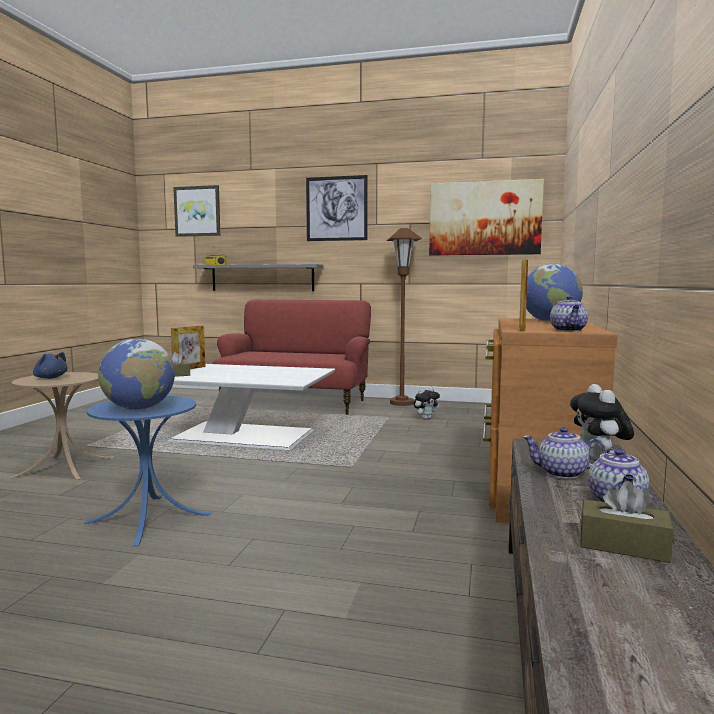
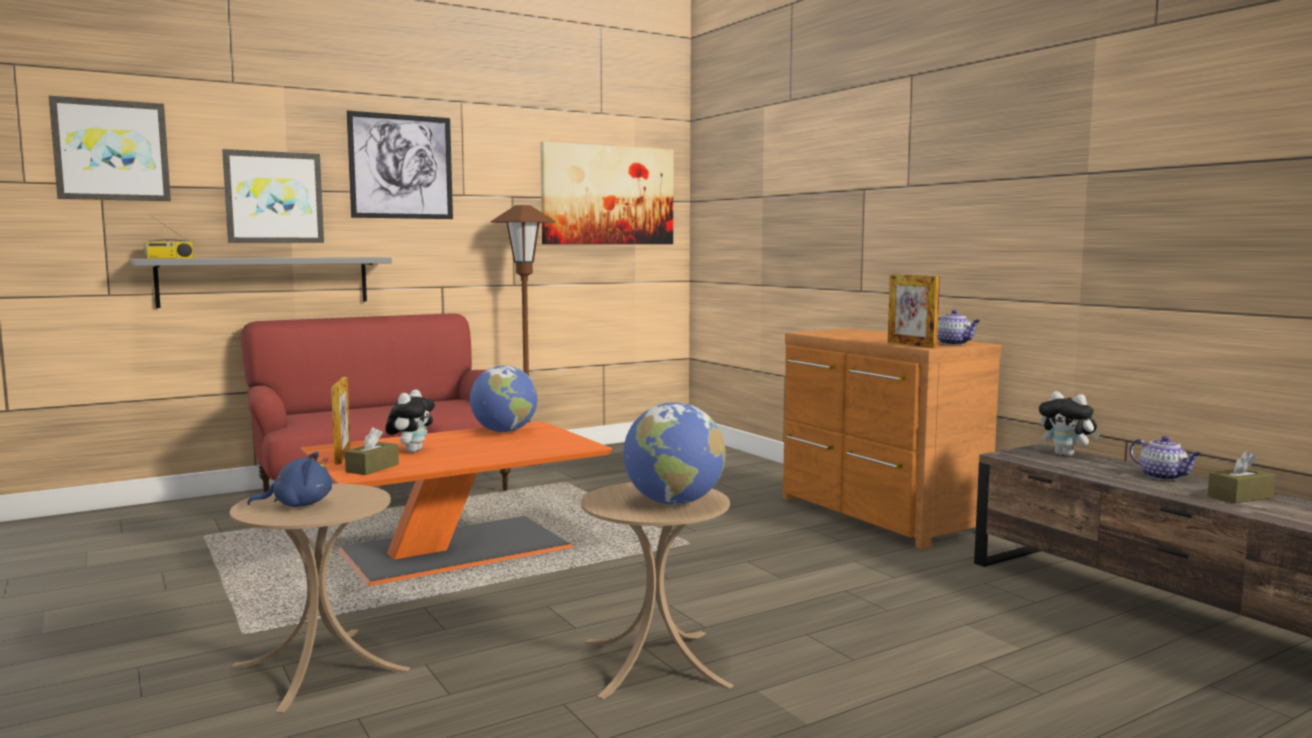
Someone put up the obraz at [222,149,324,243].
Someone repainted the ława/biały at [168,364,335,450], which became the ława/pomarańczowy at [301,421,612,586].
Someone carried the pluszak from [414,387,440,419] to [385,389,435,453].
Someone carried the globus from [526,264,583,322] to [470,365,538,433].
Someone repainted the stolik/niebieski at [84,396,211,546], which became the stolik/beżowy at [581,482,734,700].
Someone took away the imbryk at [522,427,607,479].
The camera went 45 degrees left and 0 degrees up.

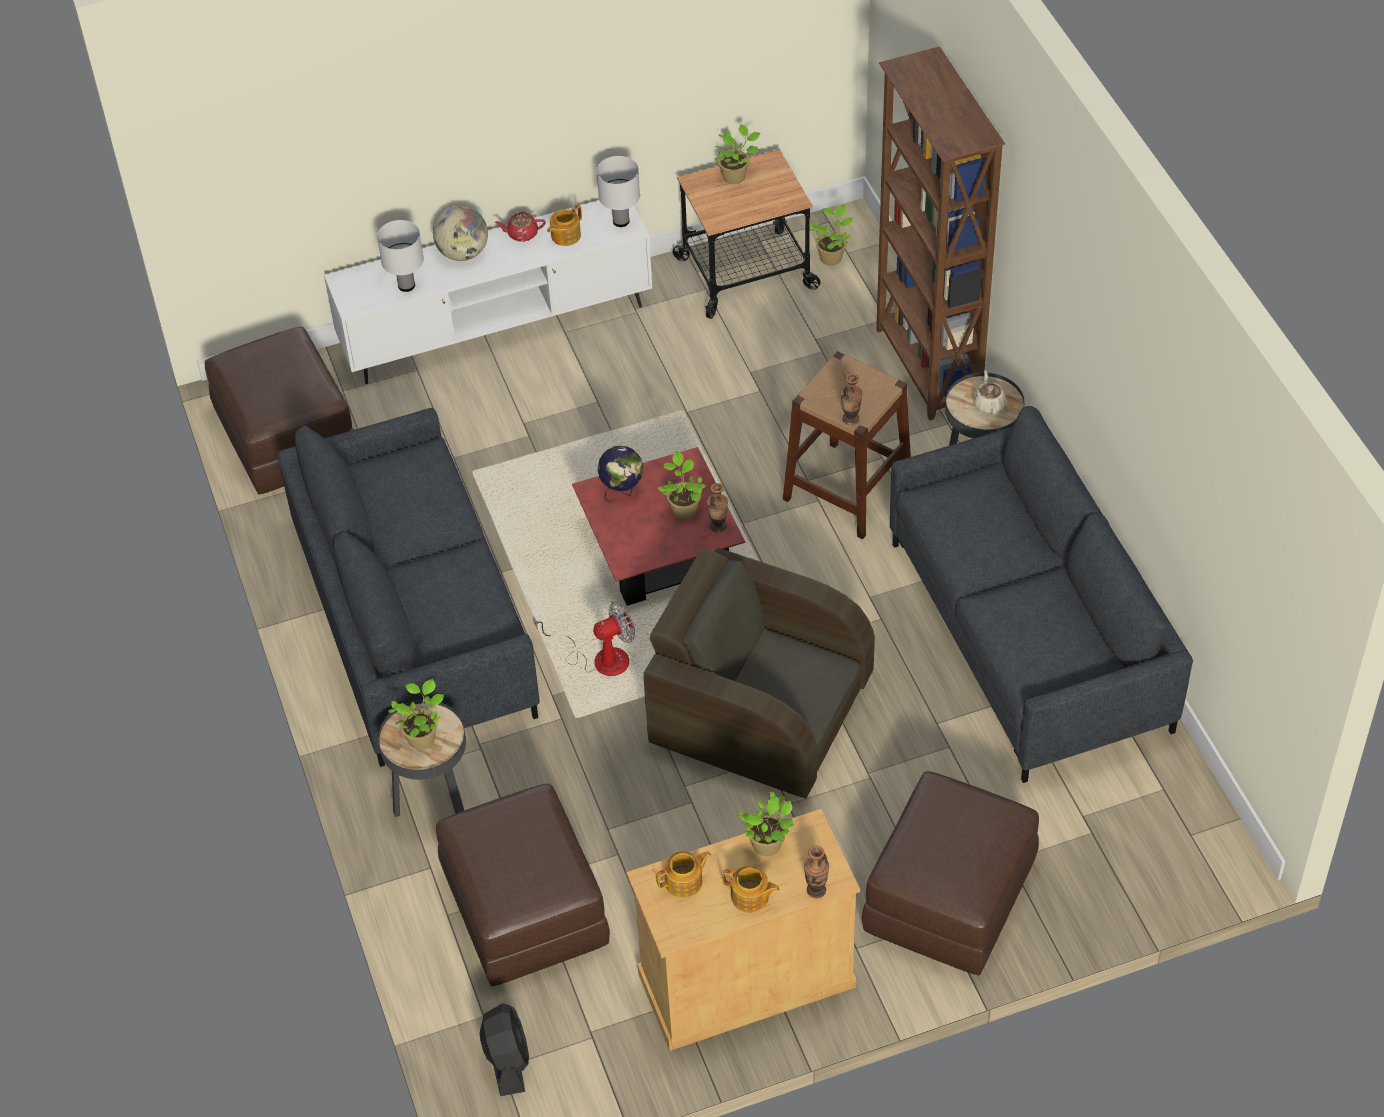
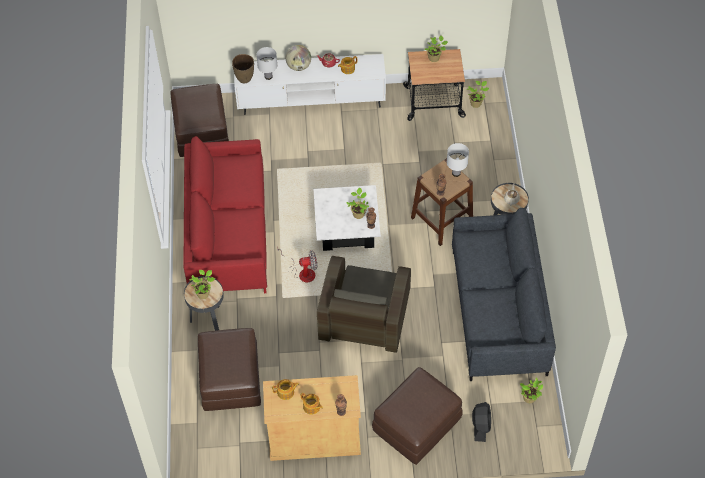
Someone repainted the kanapa/szary at [277,408,540,767], which became the kanapa/czerwony at [183,136,267,293].
Someone put down the wazon/brązowy at [232,54,254,83].
Someone repainted the ława/czerwony at [572,447,745,606], which became the ława/biały at [313,185,381,251].
Someone rotated the fotel/brązowy at [644,548,875,799] by 120 degrees counterclockwise.
Someone carried the lampa stołowa/biały from [597,156,640,227] to [447,143,469,177].
Someone carried the wentylator/czarny from [479,1003,529,1096] to [472,402,491,442].
Someone carried the roślina doniczkowa from [737,792,794,856] to [520,378,543,403].
Someone took away the globus at [598,446,643,503].
Someone took away the regał/brązowy at [876,46,1005,421].
The camera went 15 degrees right and 5 degrees up.

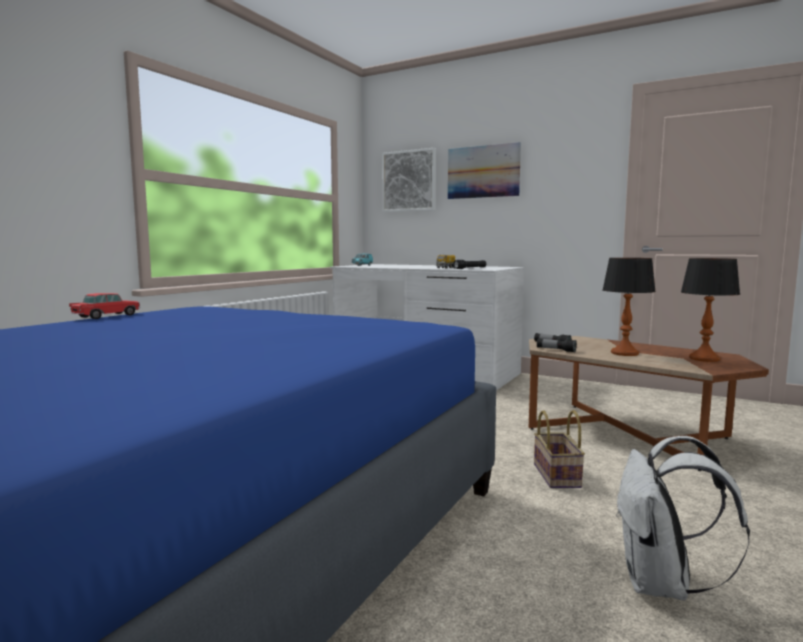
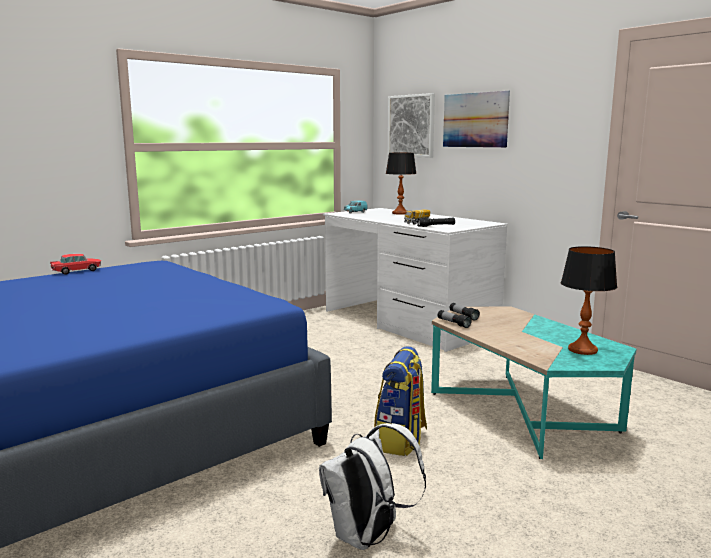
Someone swapped the koszyk at [534,410,585,488] for the plecak at [374,346,427,456].
Someone carried the lampa stołowa from [602,258,656,356] to [386,153,417,215].
Someone repainted the ława/brązowy at [529,336,769,471], which became the ława/turkusowy at [431,307,637,459].
The camera went 20 degrees right and 5 degrees up.

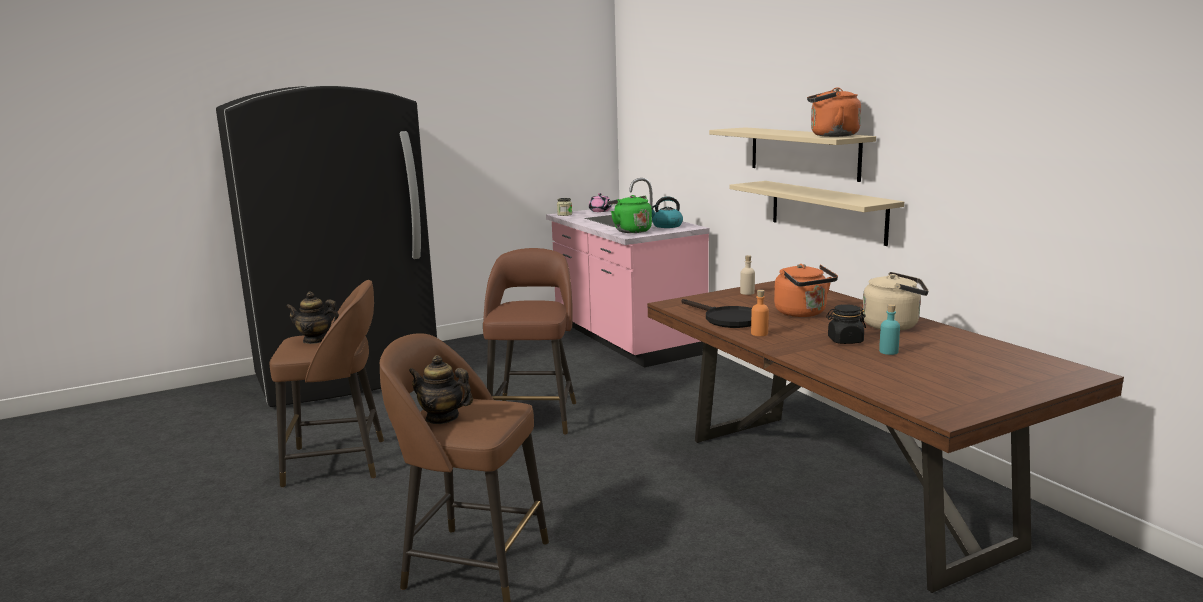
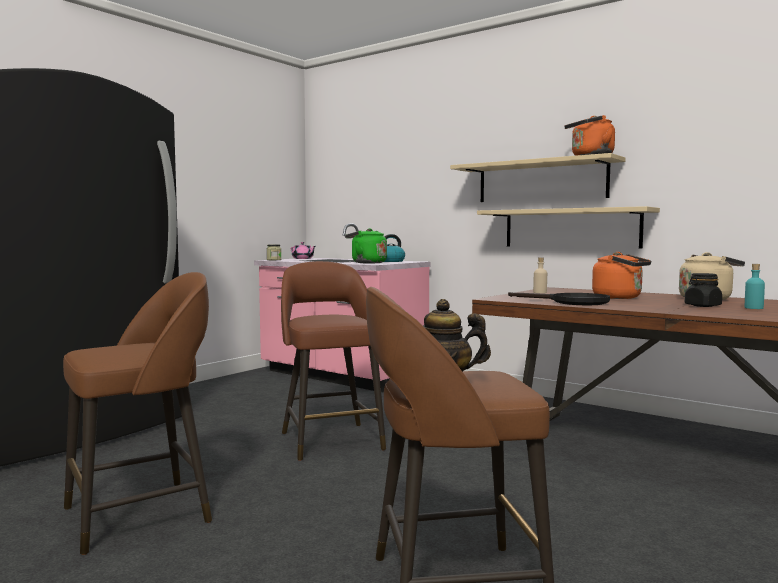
Someone took away the imbryk at [286,292,339,344].
Someone took away the butelka/pomarańczowy at [751,290,769,336].
The camera went 25 degrees left and 10 degrees down.

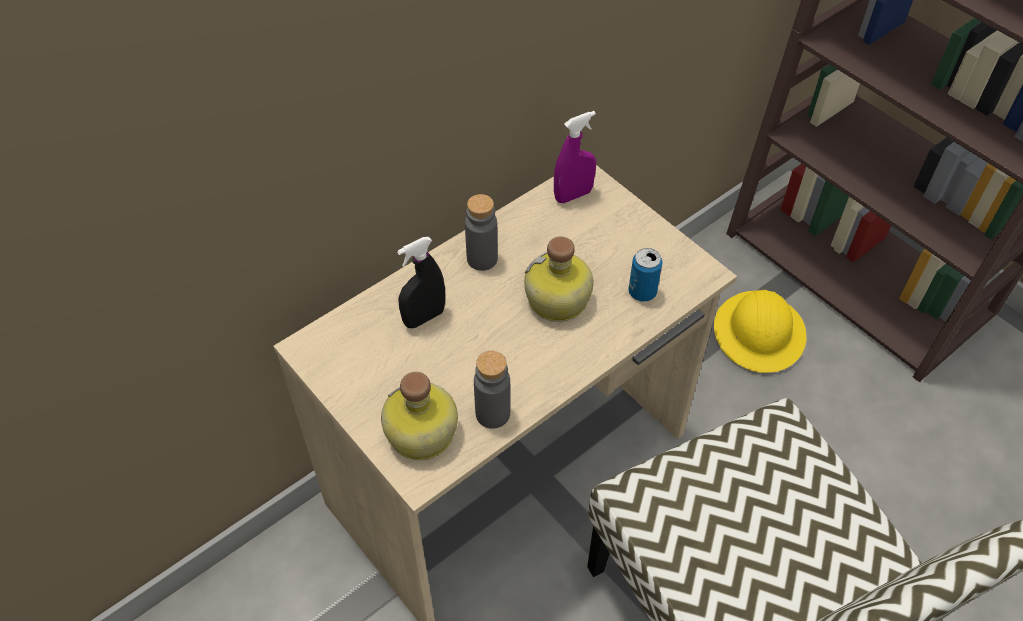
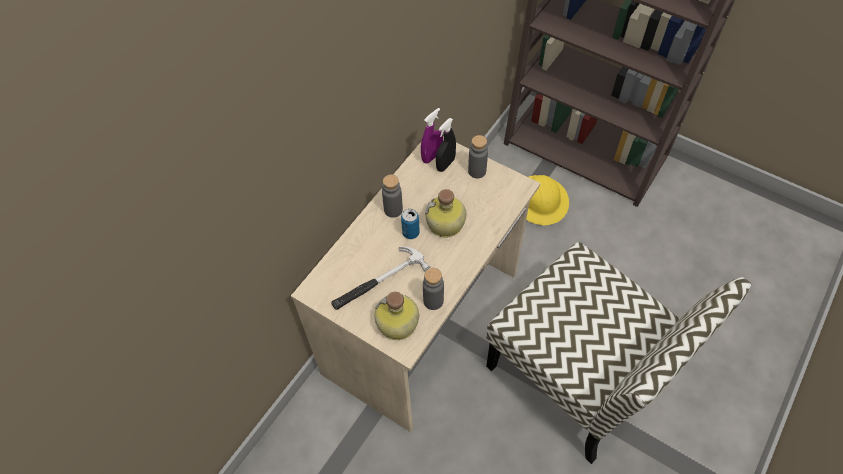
Someone put down the młotek at [331,247,430,310].
Someone carried the puszka from [628,248,663,302] to [401,209,420,239].
Someone carried the spryskiwacz/czarny from [397,237,445,328] to [436,118,456,172].
Someone put down the butelka/szary at [468,135,488,178].
The camera went 15 degrees left and 5 degrees up.

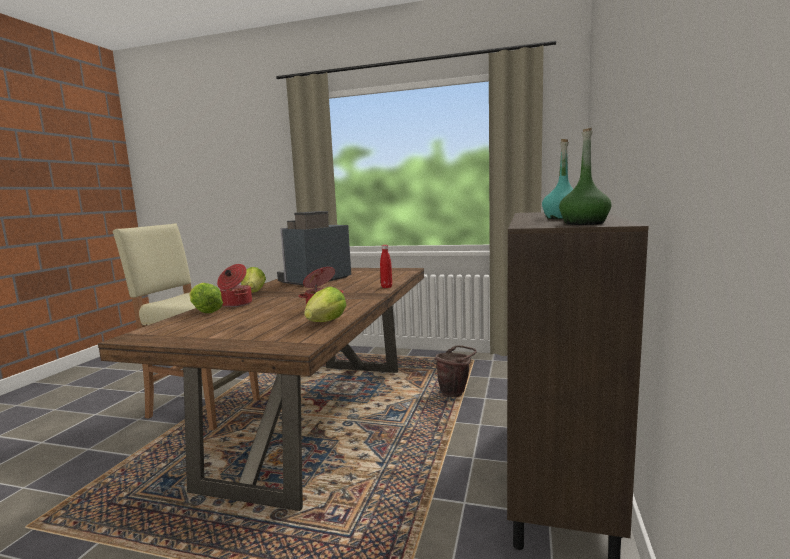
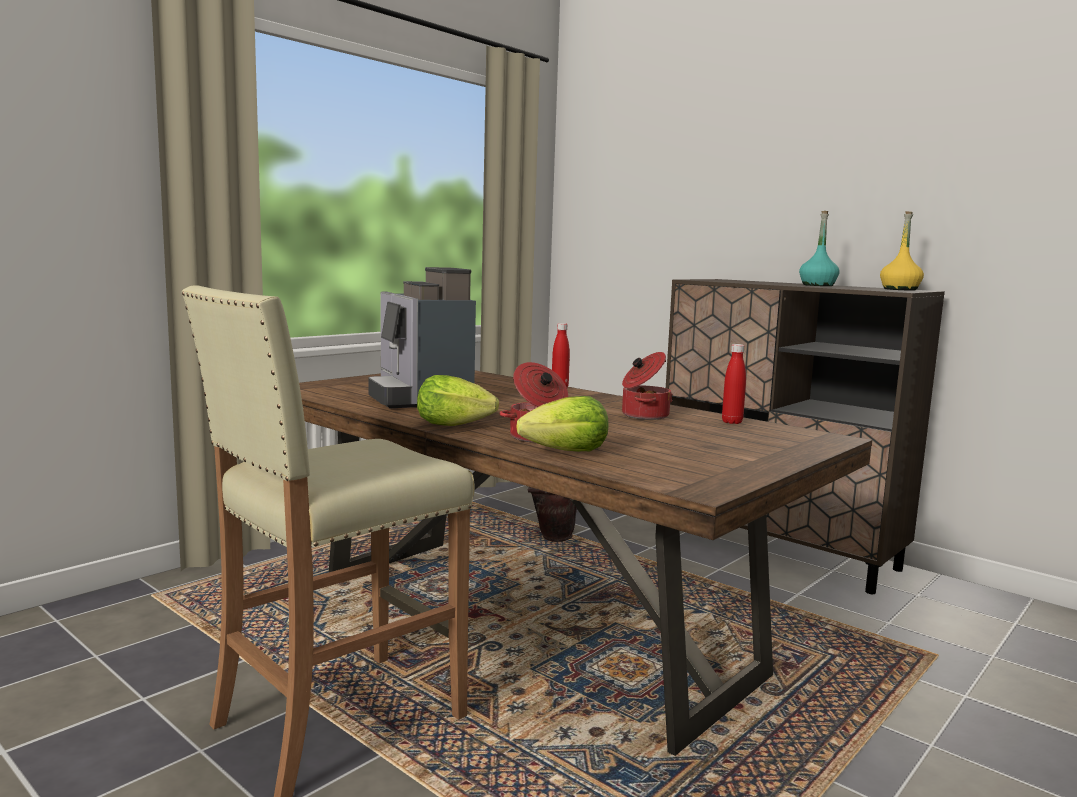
Someone swapped the sałata at [304,287,346,322] for the butelka/czerwony at [722,344,746,424].
Someone repainted the butelka/zielony at [559,128,612,225], which became the butelka/żółty at [880,211,924,291].
The camera went 65 degrees left and 0 degrees up.

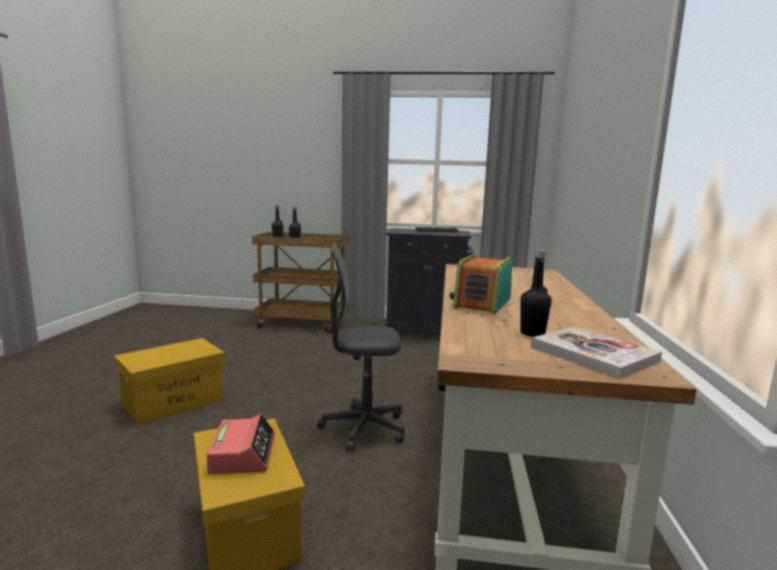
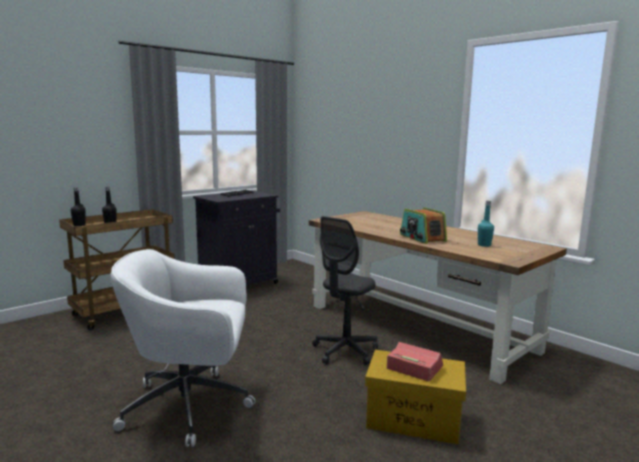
Someone swapped the pojemnik do przechowywania/żółty at [114,338,225,426] for the krzesło biurowe/biały at [111,249,255,447].
Someone repainted the butelka/czarny at [520,249,552,337], which became the butelka/turkusowy at [478,201,494,247].
Someone took away the książka at [531,327,662,378].
The camera went 50 degrees left and 0 degrees up.

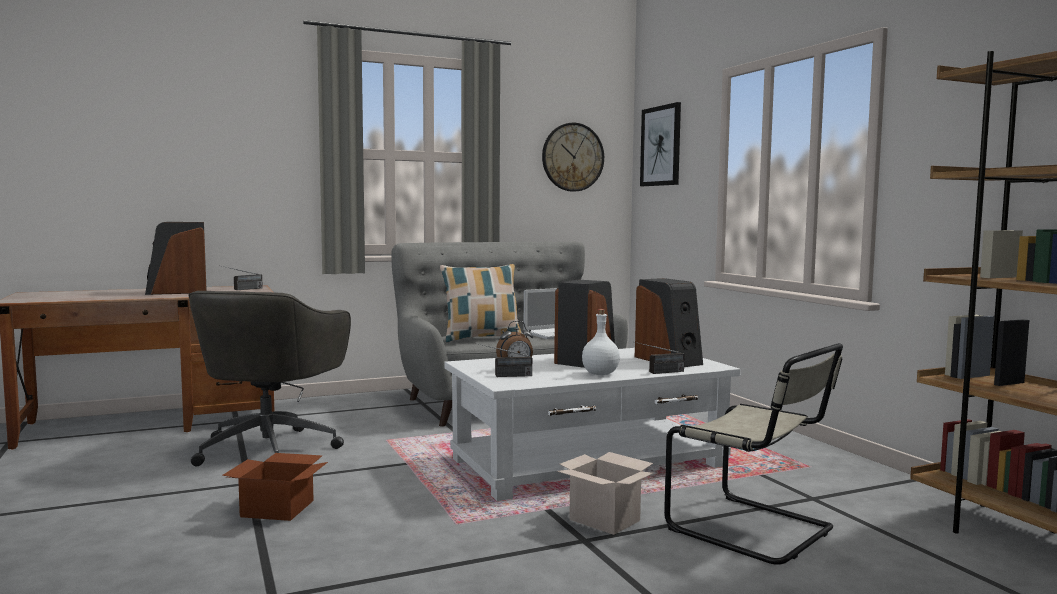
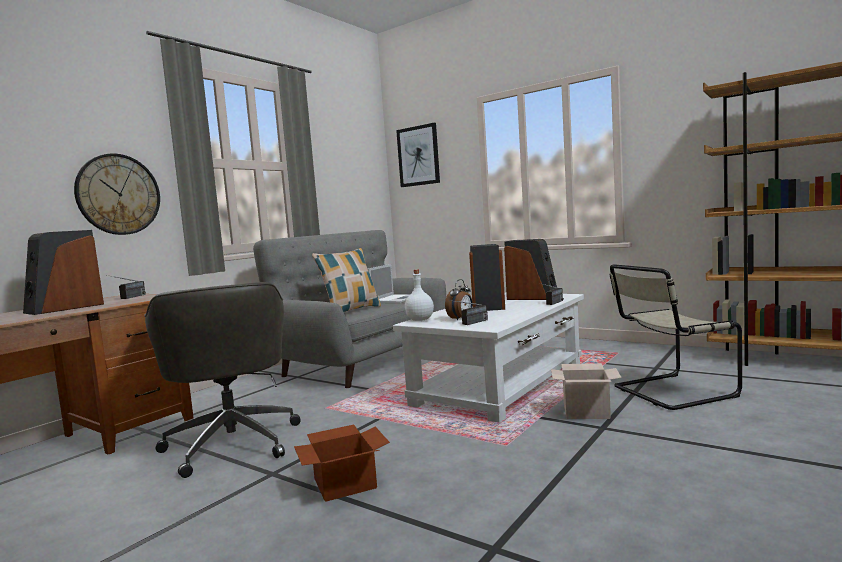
Someone carried the zegar ścienny from [542,123,604,192] to [74,154,160,235].
Someone carried the butelka/biały from [582,309,620,375] to [405,270,434,321].
Someone rotated the krzesło/beżowy at [664,343,843,565] by 150 degrees clockwise.
The camera went 30 degrees left and 0 degrees up.

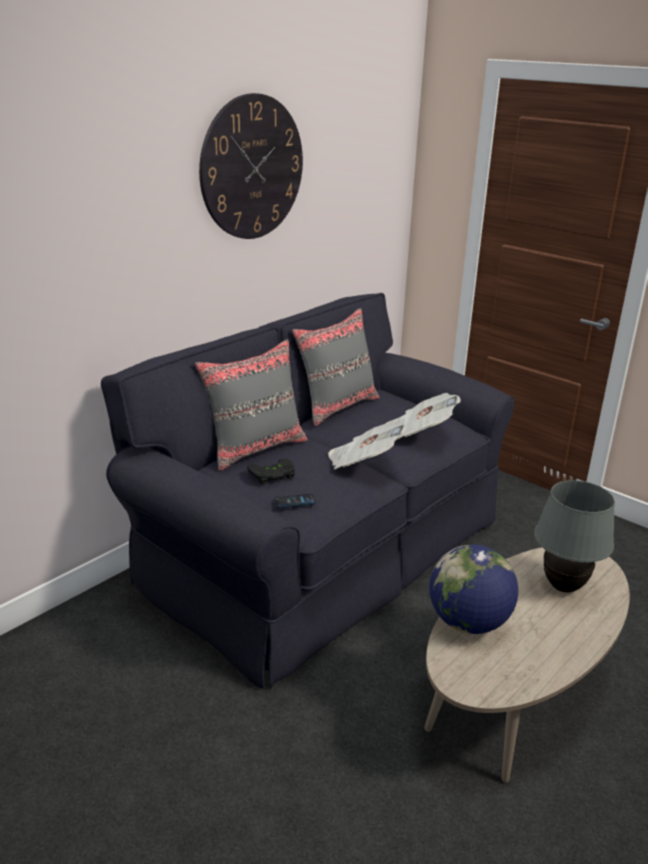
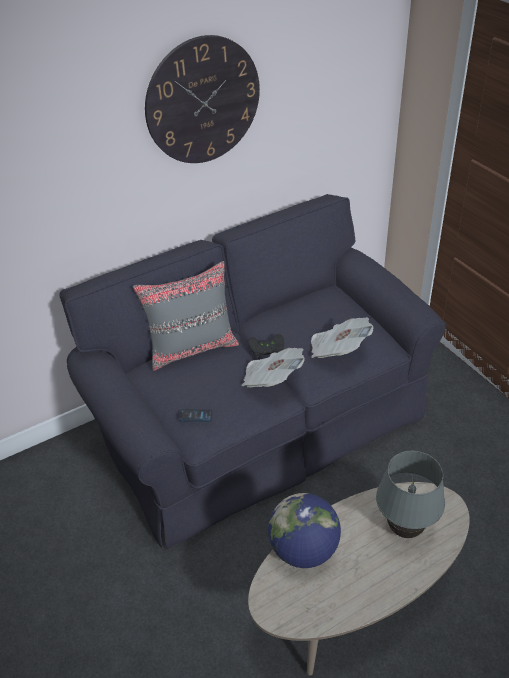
Someone carried the pad do gier/czarny from [247,459,295,484] to [248,334,284,357].
Someone took away the poduszka/szary at [292,308,379,426].
The camera went 20 degrees right and 15 degrees up.

